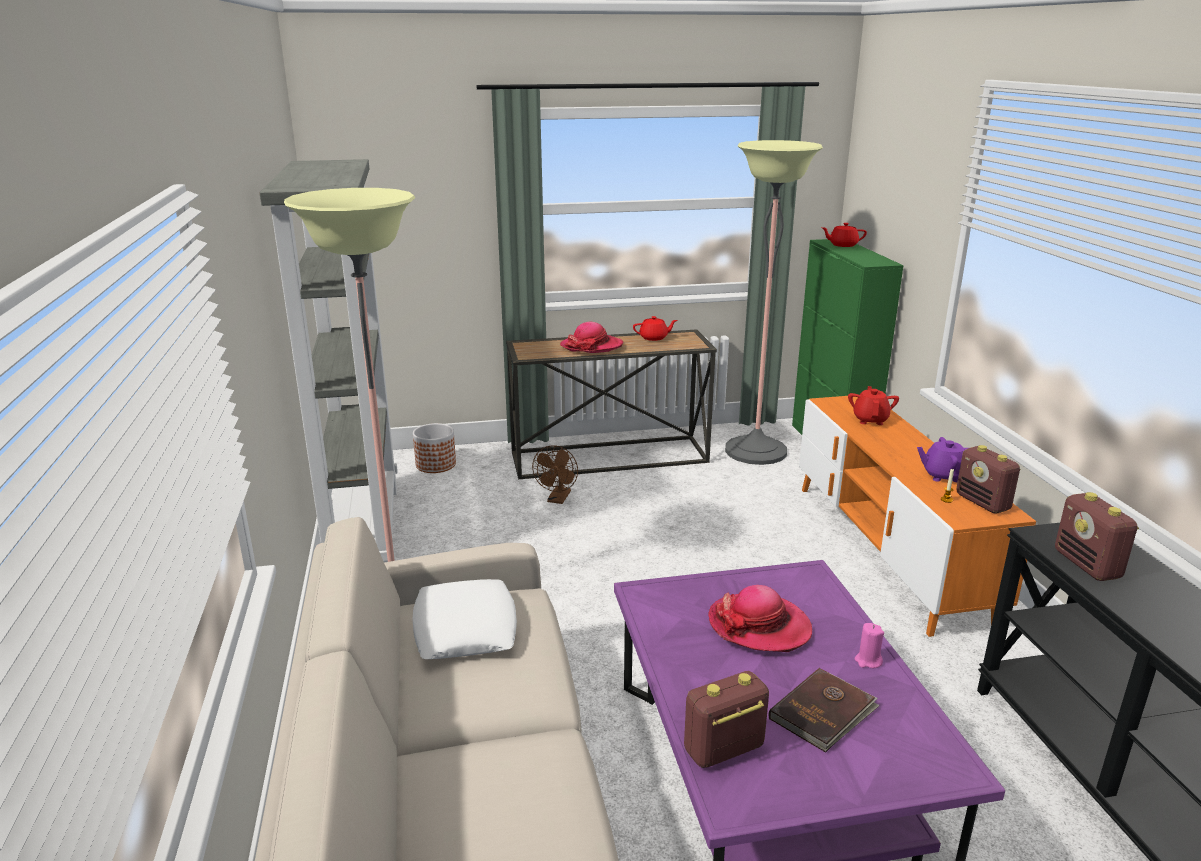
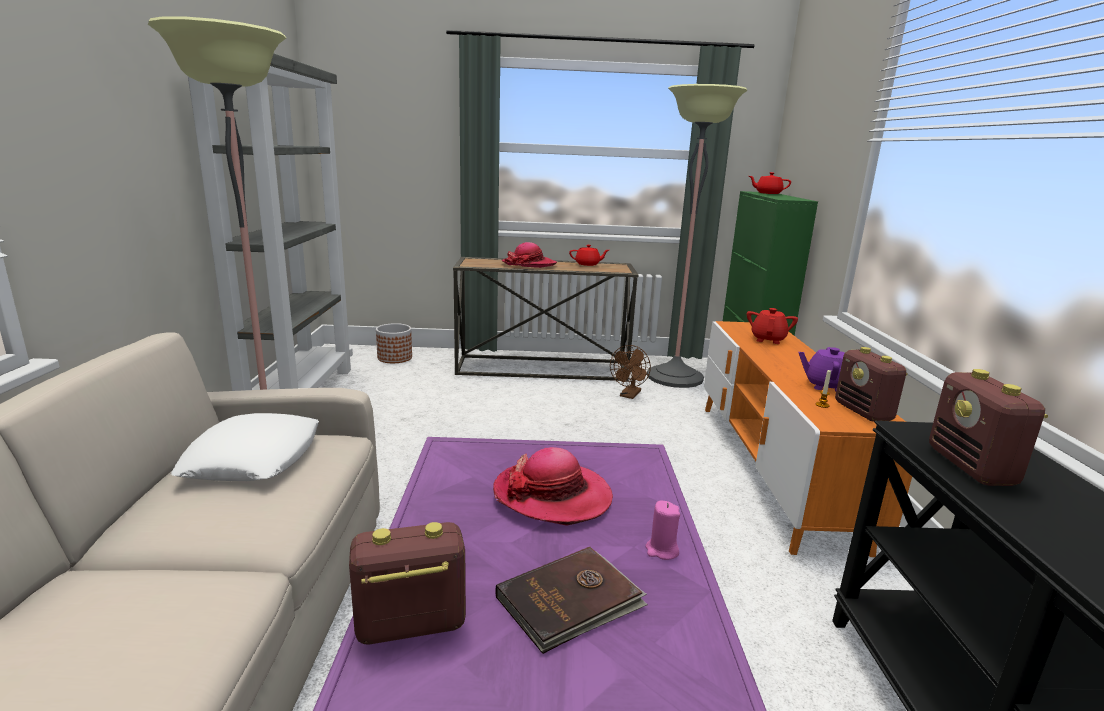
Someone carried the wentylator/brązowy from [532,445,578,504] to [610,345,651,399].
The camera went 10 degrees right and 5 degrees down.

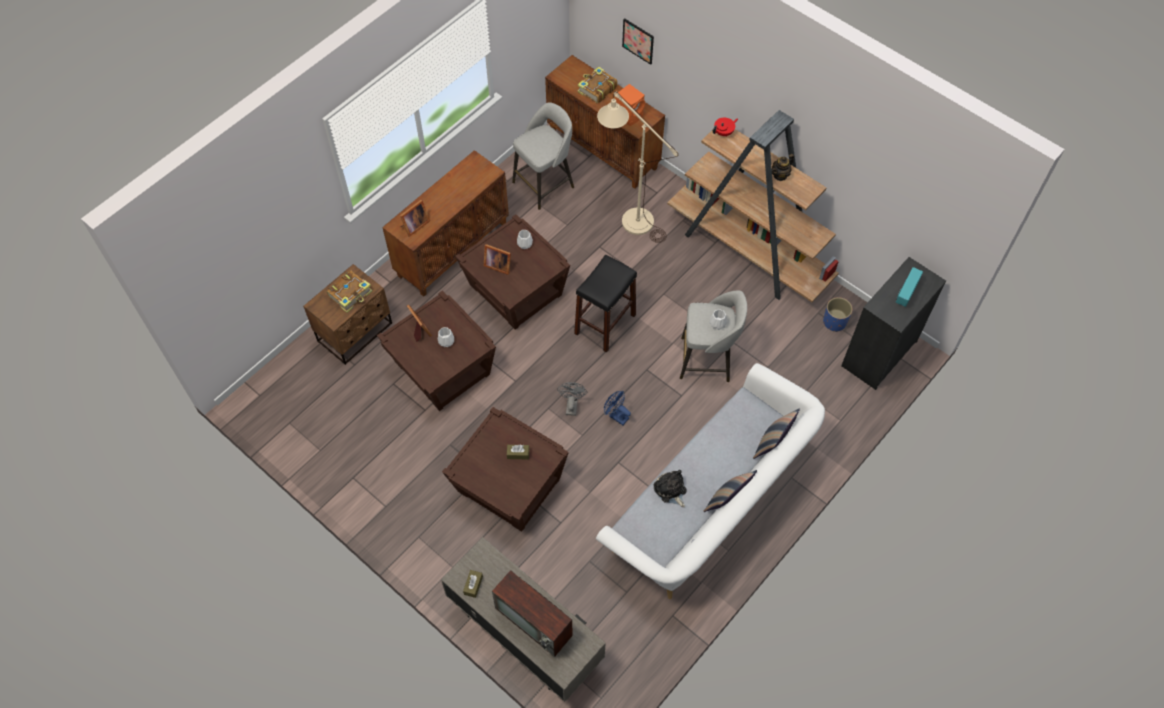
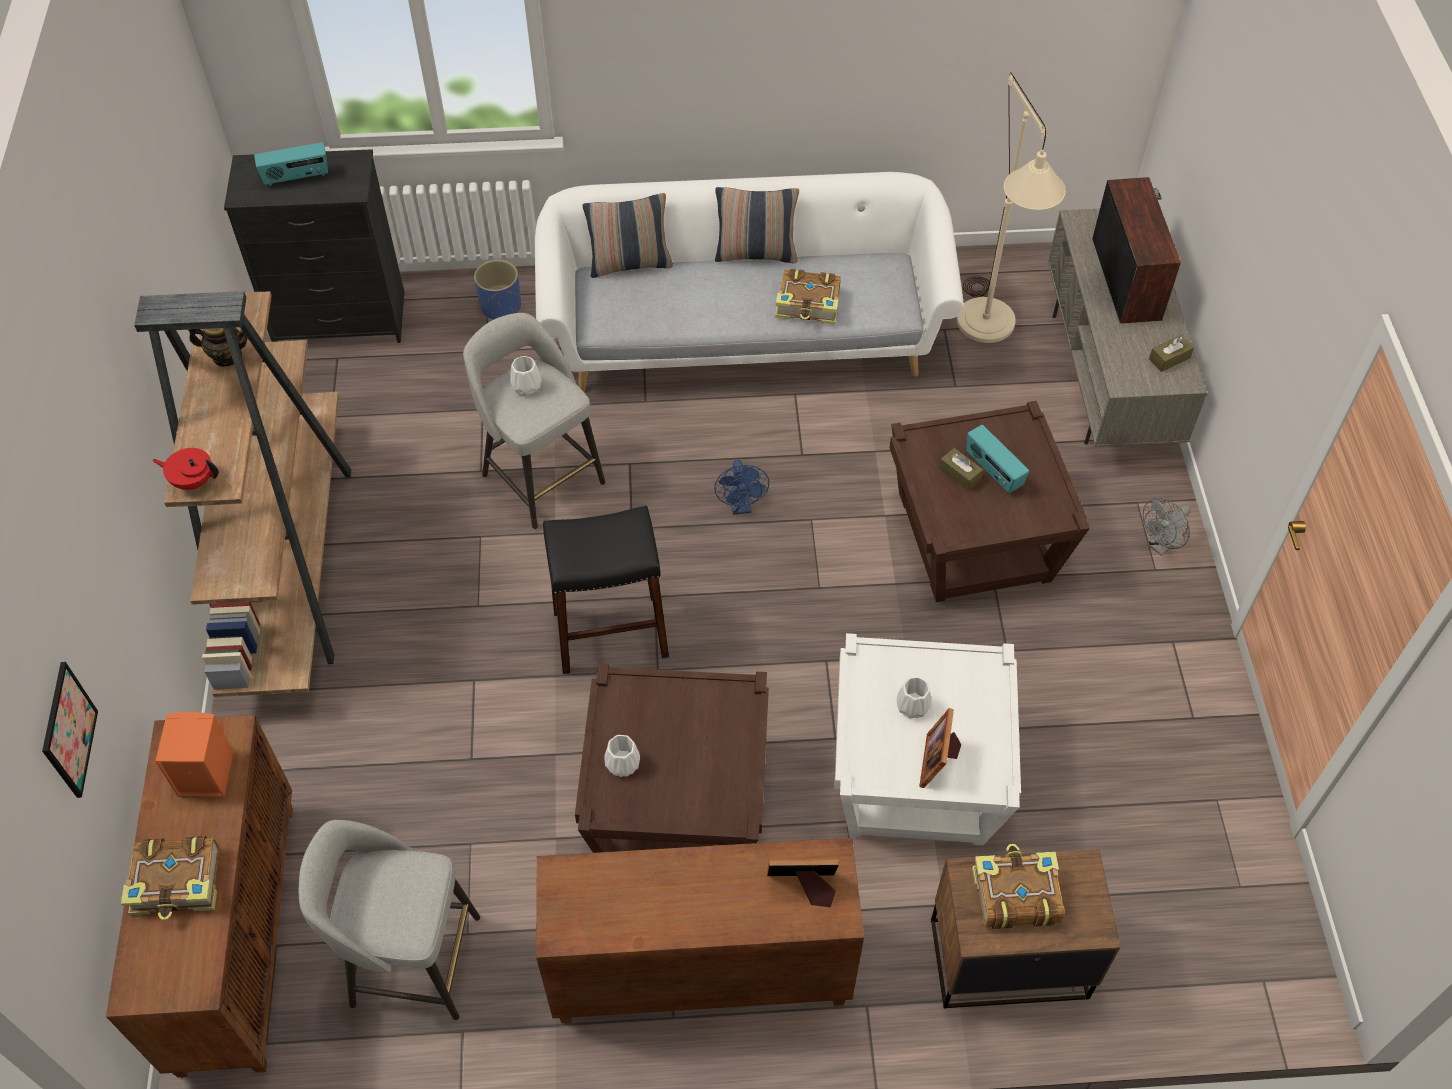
Someone carried the donica/niebieski from [823,297,853,332] to [474,260,521,319].
Someone swapped the pluszak at [654,470,687,507] for the książka at [775,269,841,325].
Someone repainted the stolik/brązowy at [377,291,496,411], which became the stolik/biały at [834,633,1021,845].
Someone carried the lampa stojąca/beżowy from [597,92,678,243] to [957,72,1066,343].
Someone put down the radio at [966,425,1029,493].
Someone carried the wentylator/szary from [557,382,587,416] to [1143,497,1191,556].
Someone took away the ramka na zdjęcie at [484,244,511,275].
The camera went 135 degrees left and 5 degrees down.

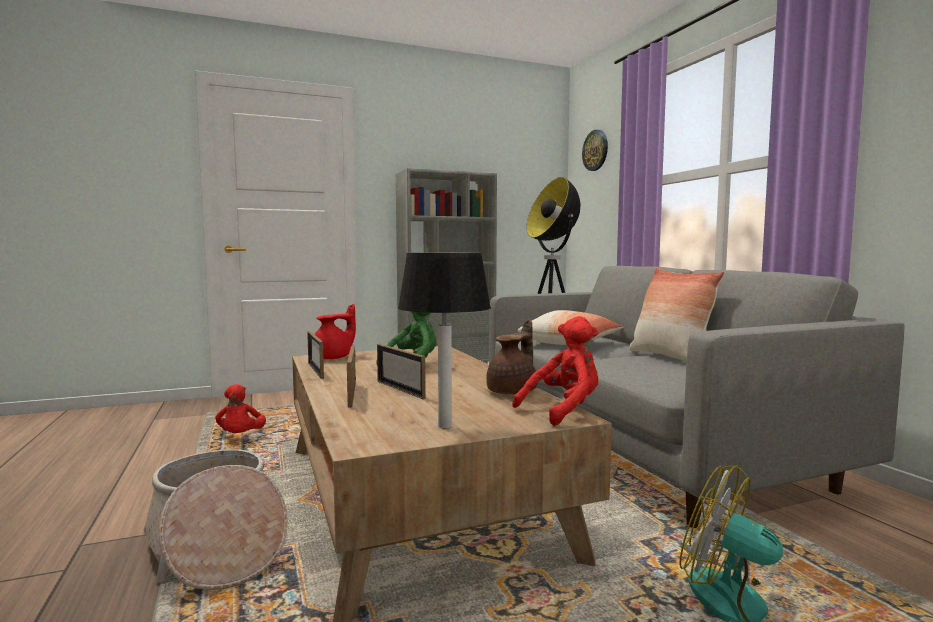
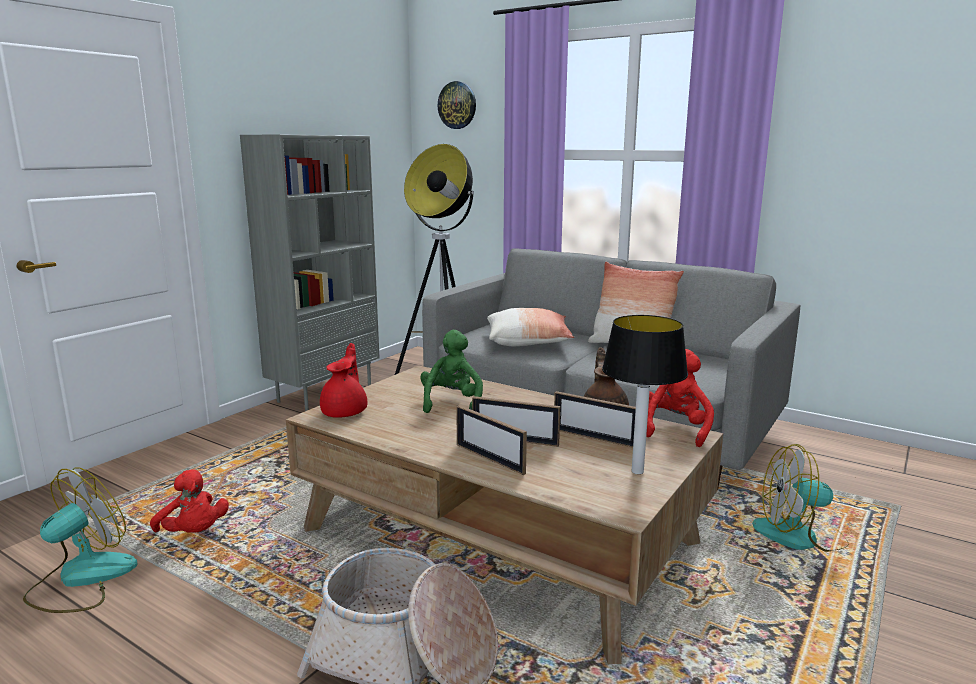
Someone put down the wentylator at [23,467,138,613].
Someone carried the ramka na zdjęcie from [307,331,324,379] to [554,391,636,448].
The camera went 35 degrees left and 10 degrees up.

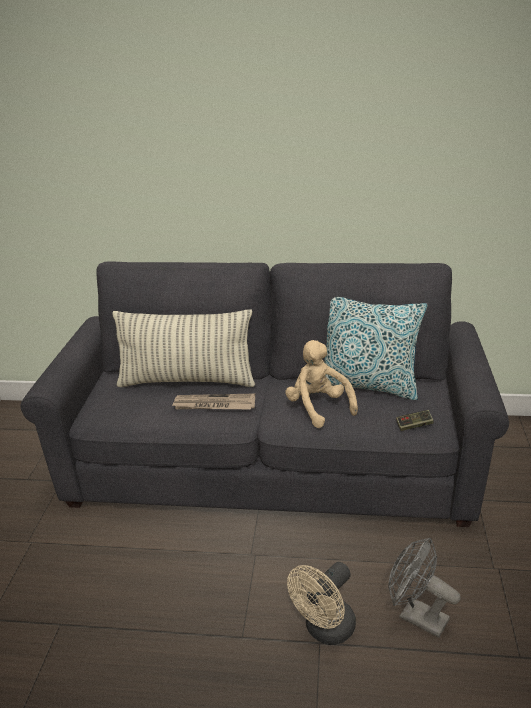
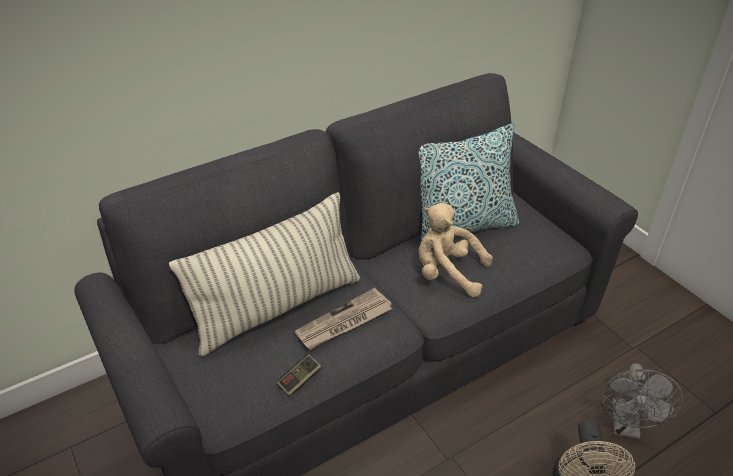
Someone carried the pad do gier from [396,410,434,431] to [277,354,321,397].
Someone rotated the wentylator/szary at [388,538,461,638] by 75 degrees counterclockwise.
The camera went 40 degrees left and 10 degrees up.

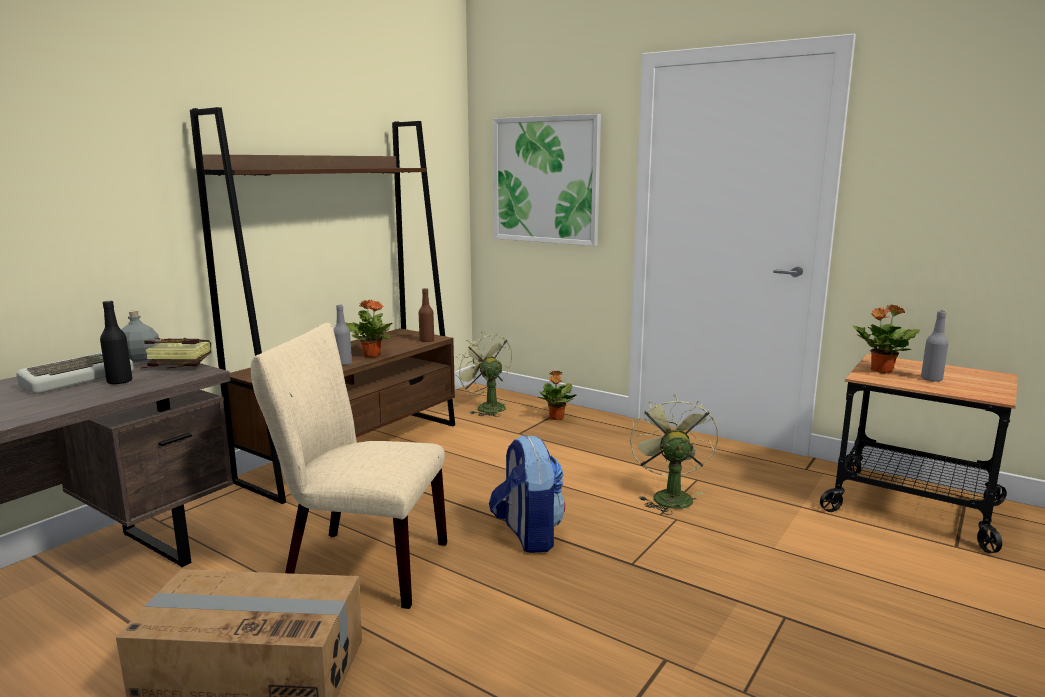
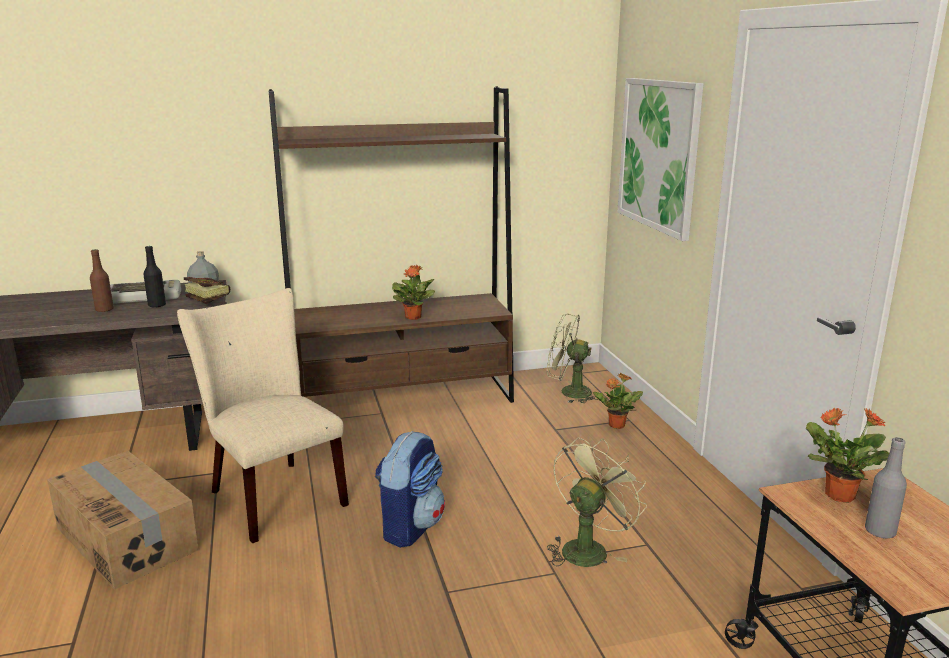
Someone carried the butelka/brązowy from [419,288,434,342] to [90,249,114,312].
Someone rotated the wentylator/zielony at [454,332,512,417] by 75 degrees counterclockwise.
Someone took away the butelka/szary at [334,305,352,365].
The camera went 40 degrees right and 5 degrees up.

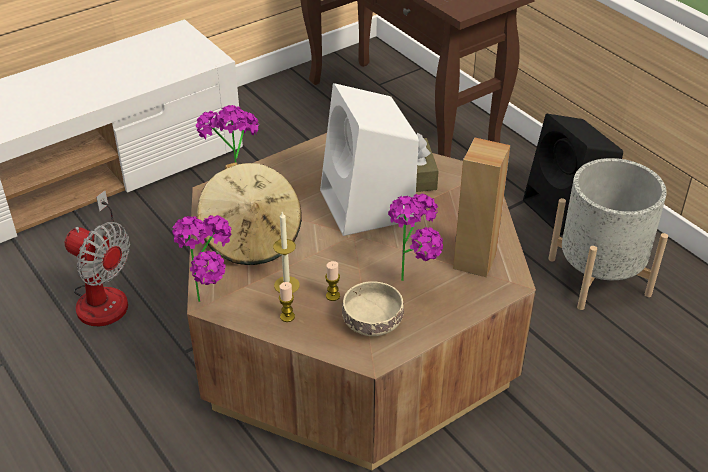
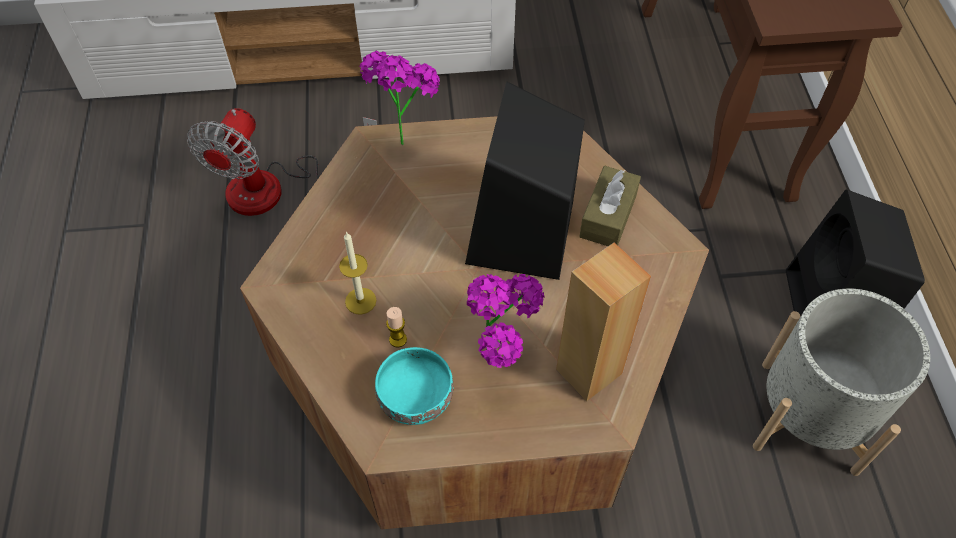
Someone rotated the wentylator at [65,191,130,326] by 45 degrees clockwise.
Someone repainted the miska/beżowy at [342,281,404,336], which became the miska/turkusowy at [375,347,453,425].
Someone repainted the głośnik/biały at [320,83,419,236], which became the głośnik/czarny at [465,81,585,280].
Someone took away the roślina doniczkowa at [172,215,232,302].
Someone took away the kapelusz/beżowy at [197,162,302,265].
Someone took away the świeca at [279,282,295,322].
The camera went 30 degrees right and 15 degrees up.

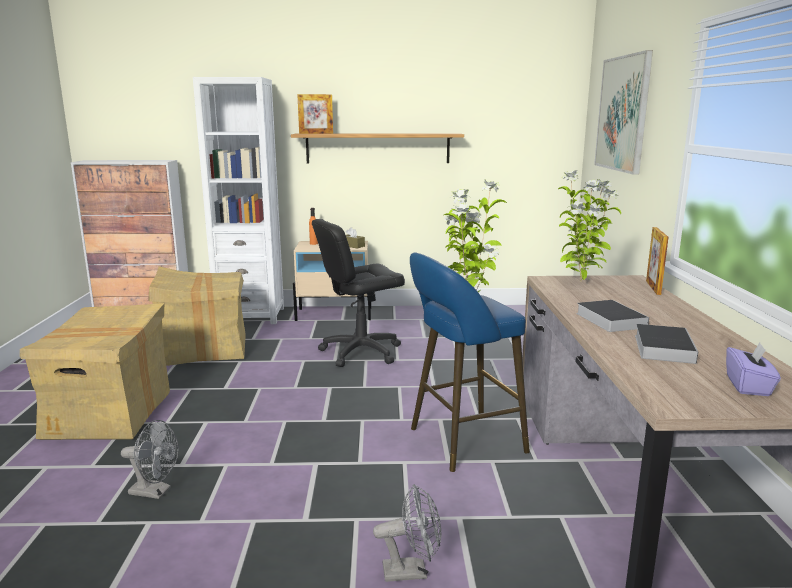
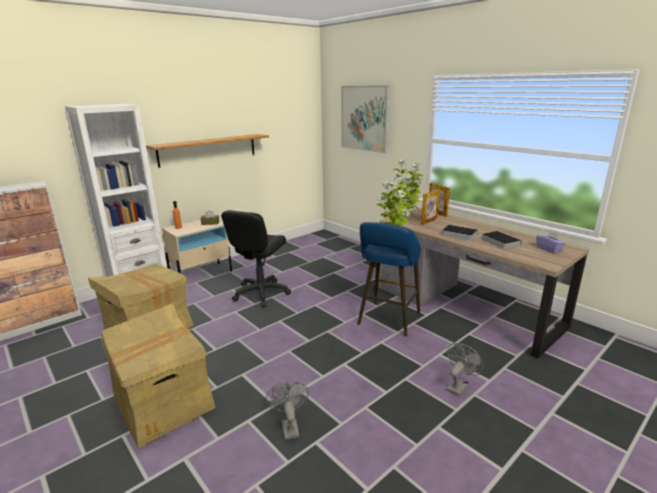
Someone rotated the wentylator/szary at [121,420,179,499] by 75 degrees counterclockwise.
Someone carried the ramka na zdjęcie from [297,94,333,134] to [421,189,440,225].
The camera went 40 degrees left and 5 degrees up.

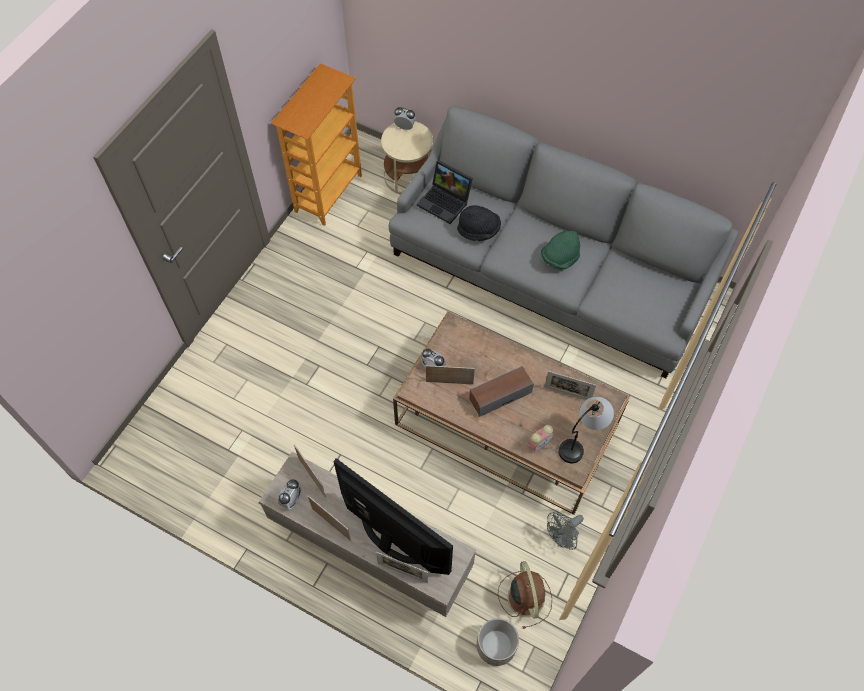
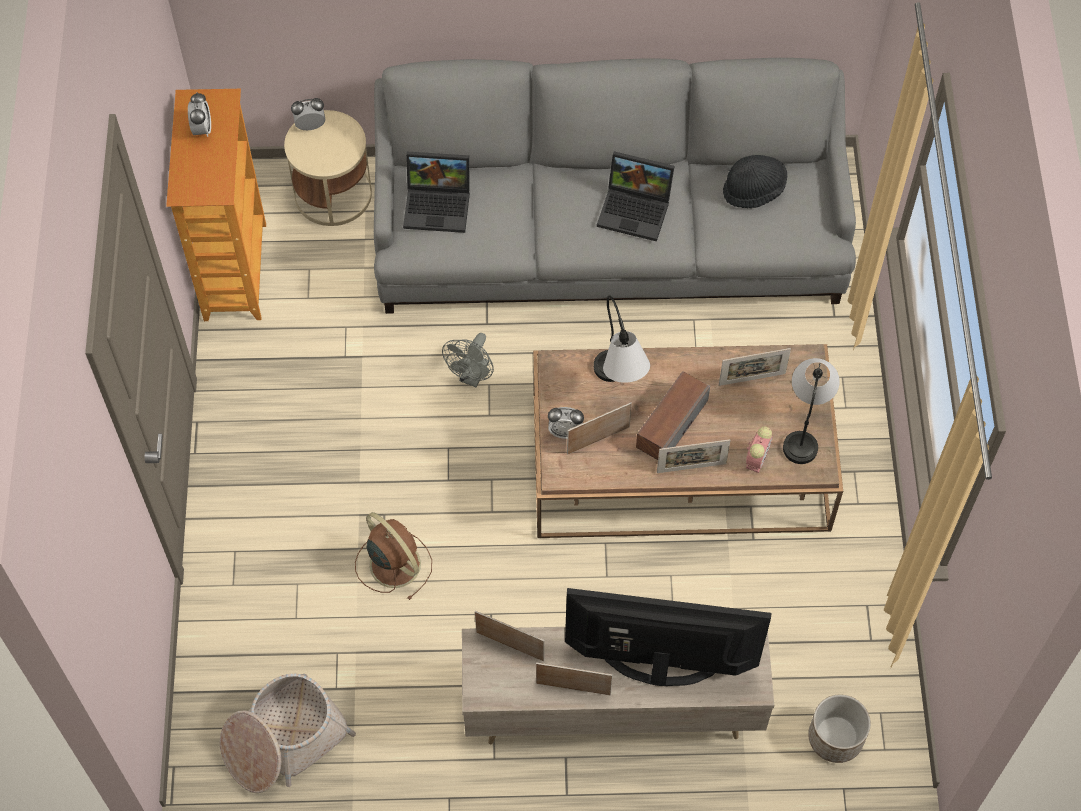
Someone carried the budzik from [278,480,302,509] to [188,92,211,137].
Someone put down the koszyk at [220,674,356,793].
Someone carried the wentylator/brązowy from [498,561,552,629] to [355,512,432,600].
Someone carried the wentylator/szary from [547,512,584,550] to [442,333,494,387].
Someone put down the lampa stołowa at [594,295,650,383].
Someone swapped the kapelusz/zielony at [541,231,580,270] for the laptop at [597,151,675,242].
Someone carried the ramka na zdjęcie from [376,552,428,583] to [657,440,730,473].
Someone carried the kapelusz/czarny from [457,205,501,241] to [723,155,787,208].
The camera went 30 degrees left and 0 degrees up.

